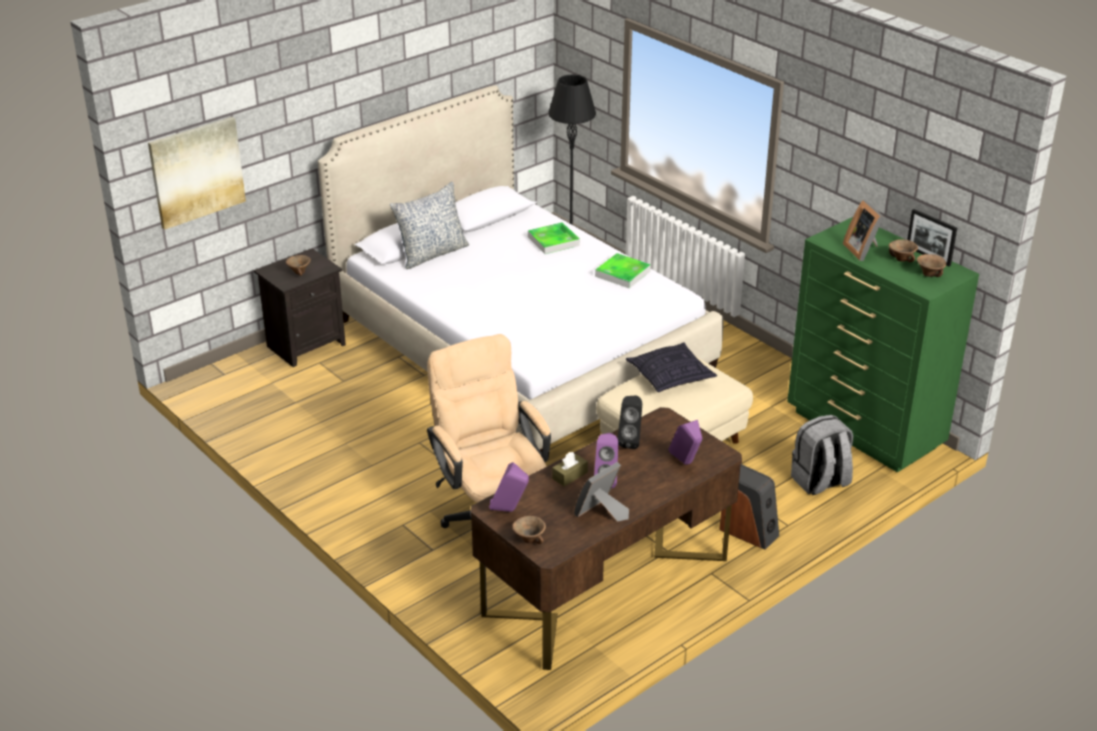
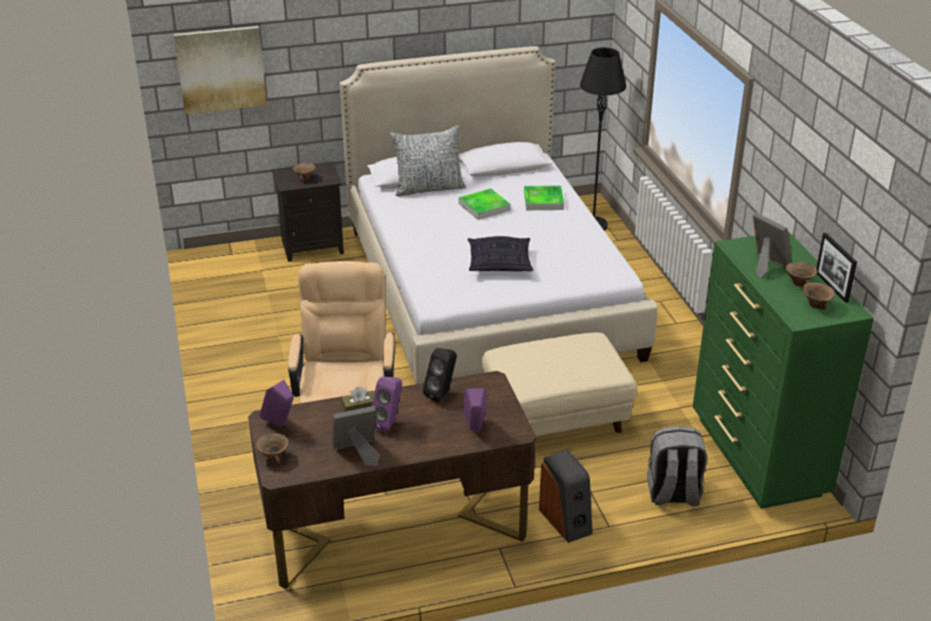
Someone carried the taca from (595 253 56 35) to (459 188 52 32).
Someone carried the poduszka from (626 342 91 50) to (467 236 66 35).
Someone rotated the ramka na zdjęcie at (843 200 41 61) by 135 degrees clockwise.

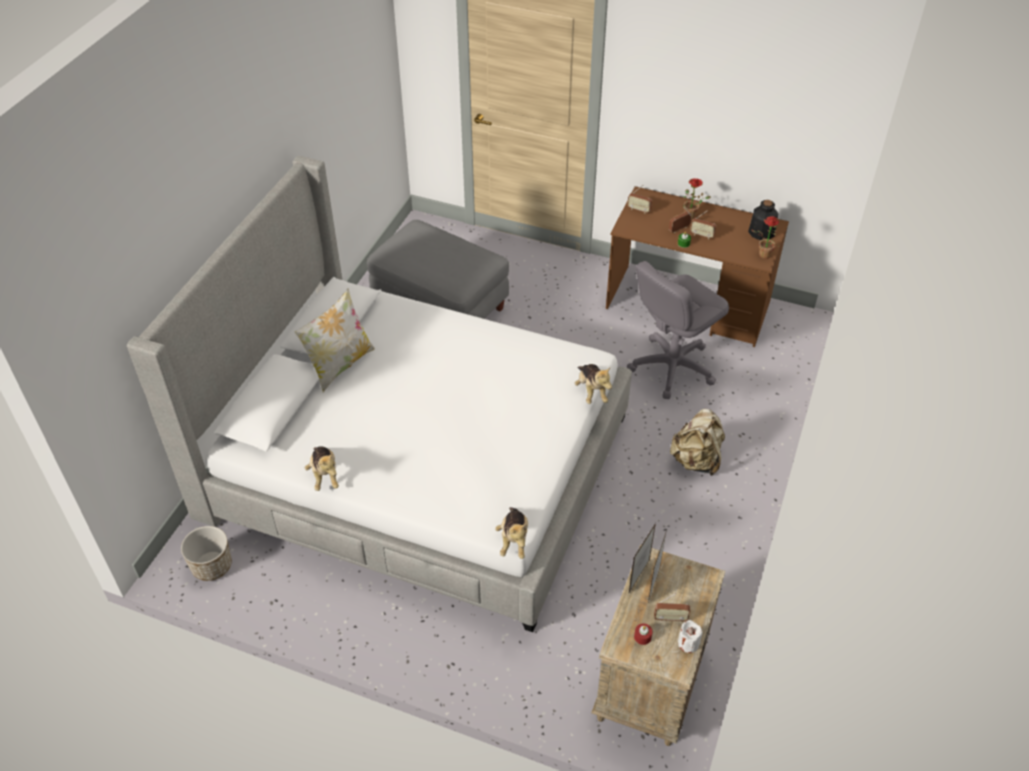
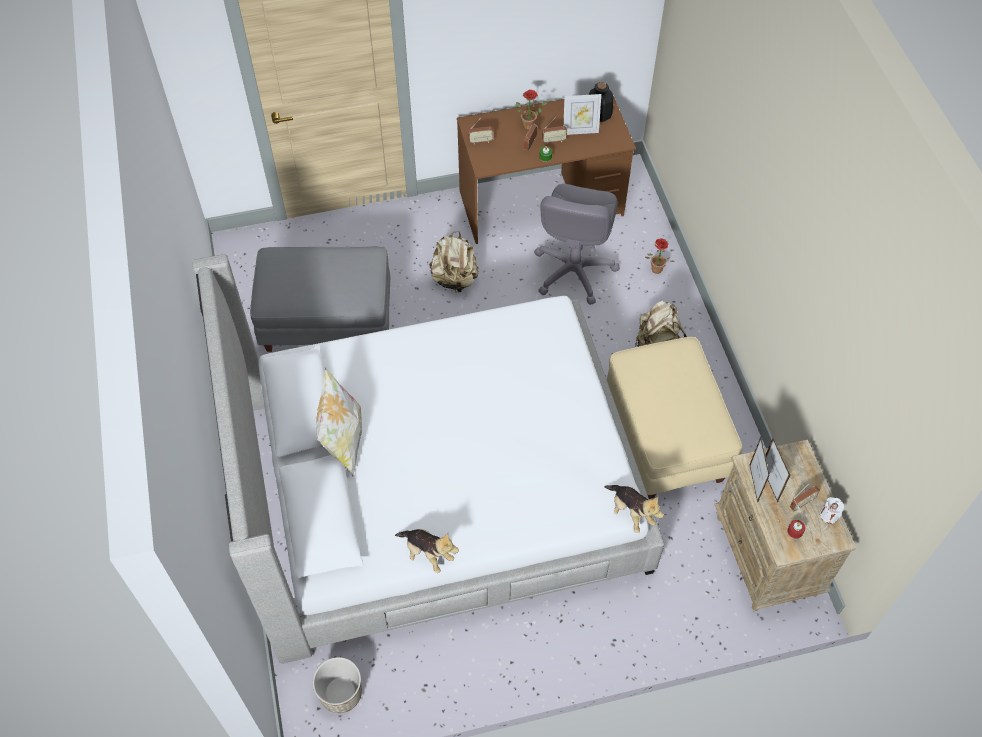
Someone took away the pluszak at (575 364 37 40).
Someone put down the plecak (beżowy) at (429 231 50 61).
Someone put down the ramka na zdjęcie at (563 94 38 41).
Someone put down the pufa (beżowy) at (607 337 136 162).
Someone carried the roślina doniczkowa from (752 216 27 43) to (645 238 30 36).

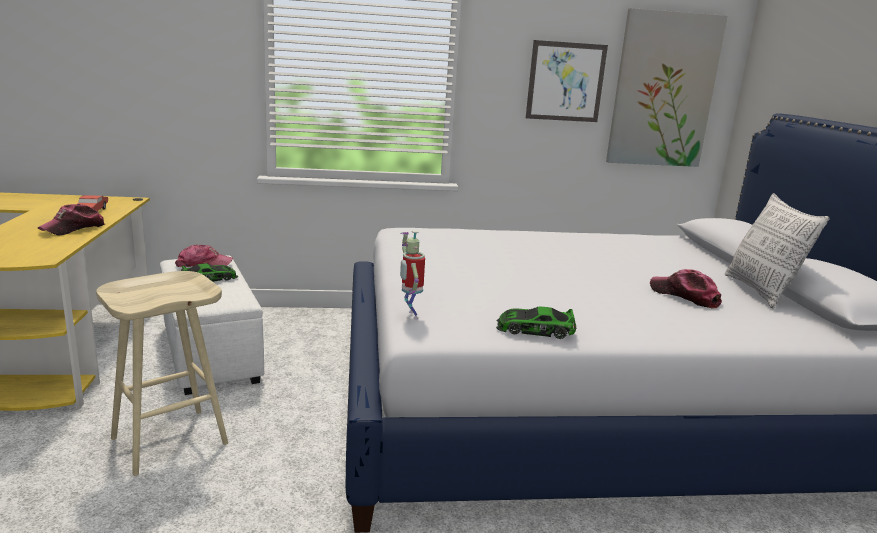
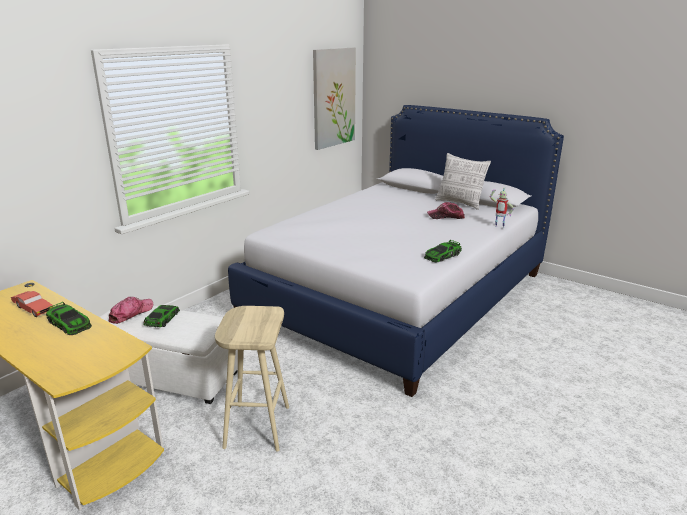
Someone took away the obraz at (526 40 82 82).
Someone carried the robot zabawkowy from (400 231 25 88) to (490 187 24 41).
Someone swapped the czapka z daszkiem at (38 204 67 31) for the samochodzik at (46 302 46 33).

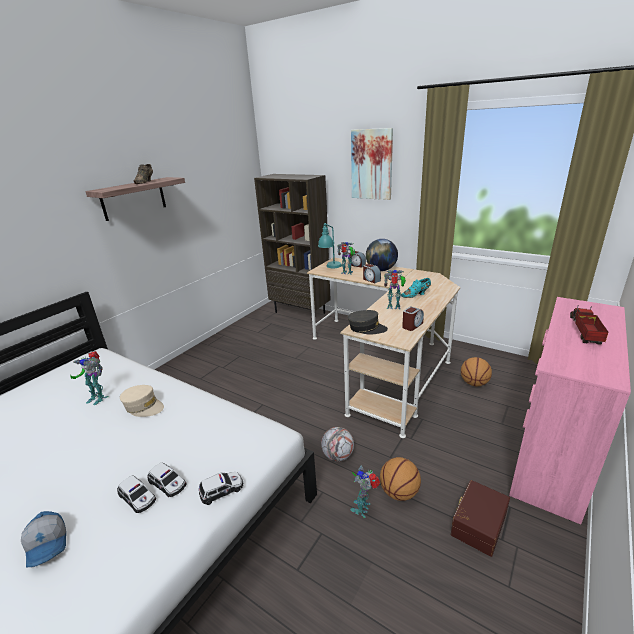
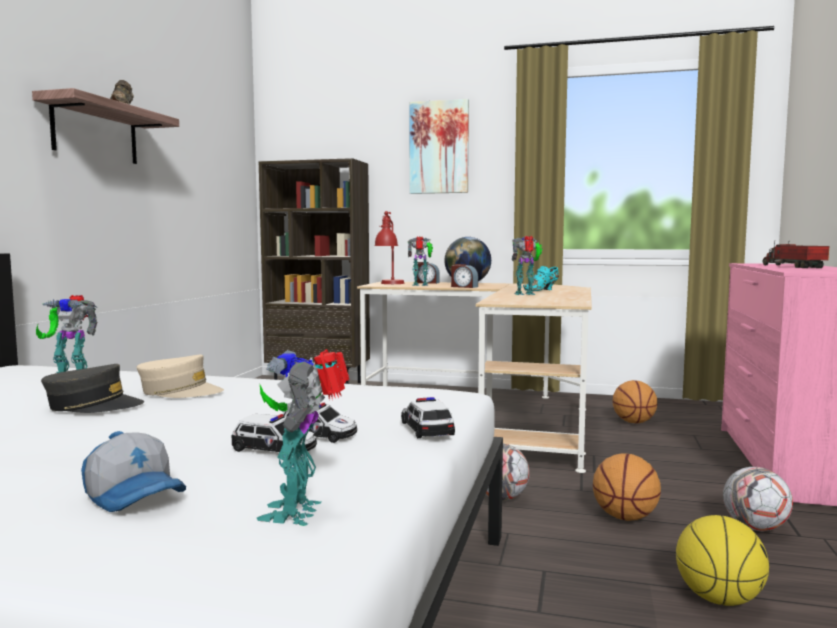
Someone took away the budzik at (402 307 22 24).
Someone put down the piłka do koszykówki at (676 515 93 91).
Someone carried the czapka z daszkiem (szary) from (348 310 40 25) to (41 364 103 49).
Someone carried the robot zabawkowy from (350 465 30 53) to (257 349 93 177).
Someone swapped the pojemnik do przechowywania (brązowy) at (451 480 59 77) for the piłka futbolowa at (723 467 70 64).
Someone repainted the lampa stołowa (turkusowy) at (318 223 24 45), which became the lampa stołowa (czerwony) at (374 211 31 73).
Someone rotated the samochodzik at (199 472 44 33) by 60 degrees counterclockwise.

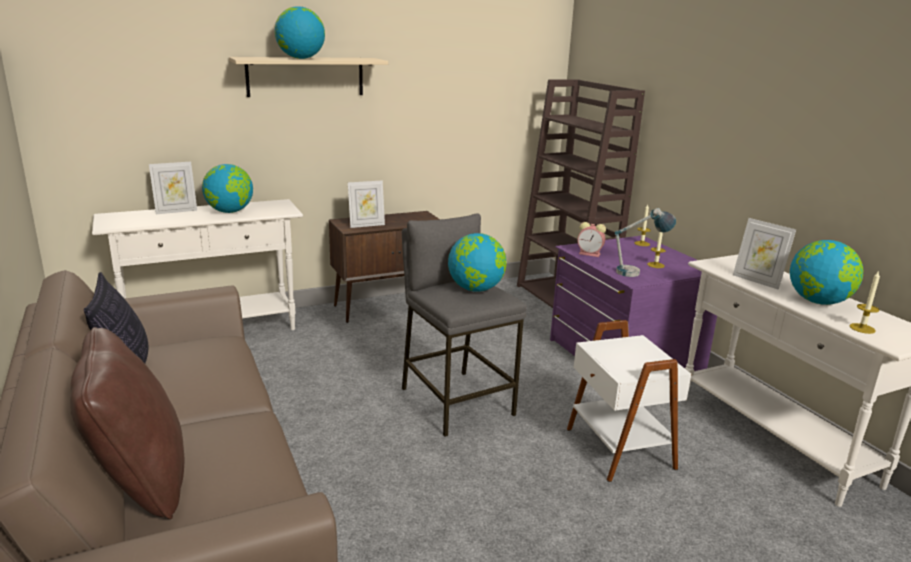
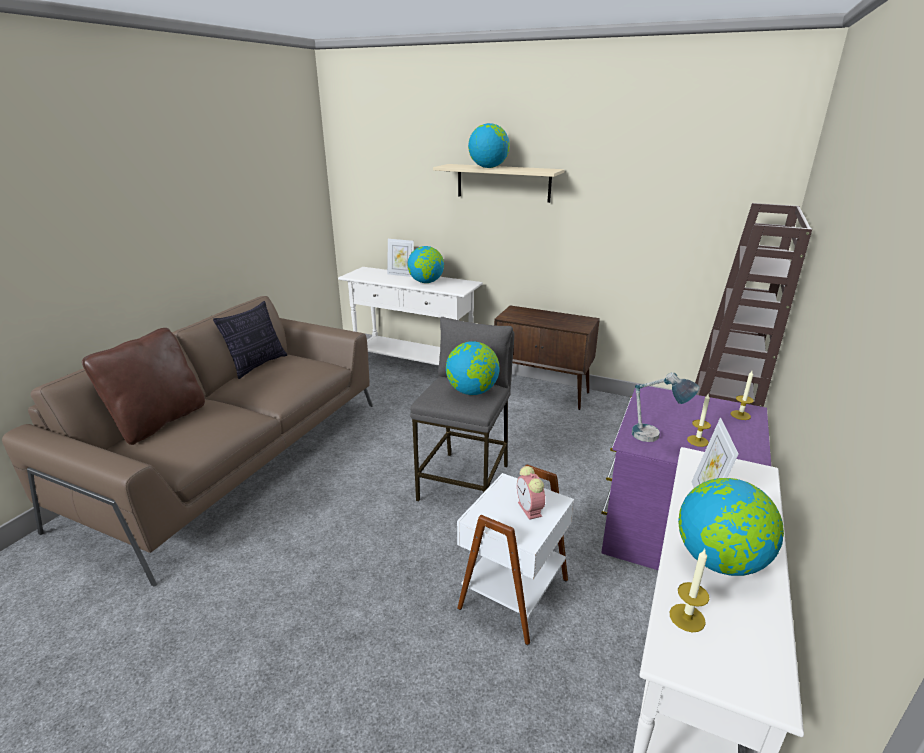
Someone took away the ramka na zdjęcie at (348 180 37 48).
Someone carried the budzik from (577 222 29 35) to (517 466 28 54).

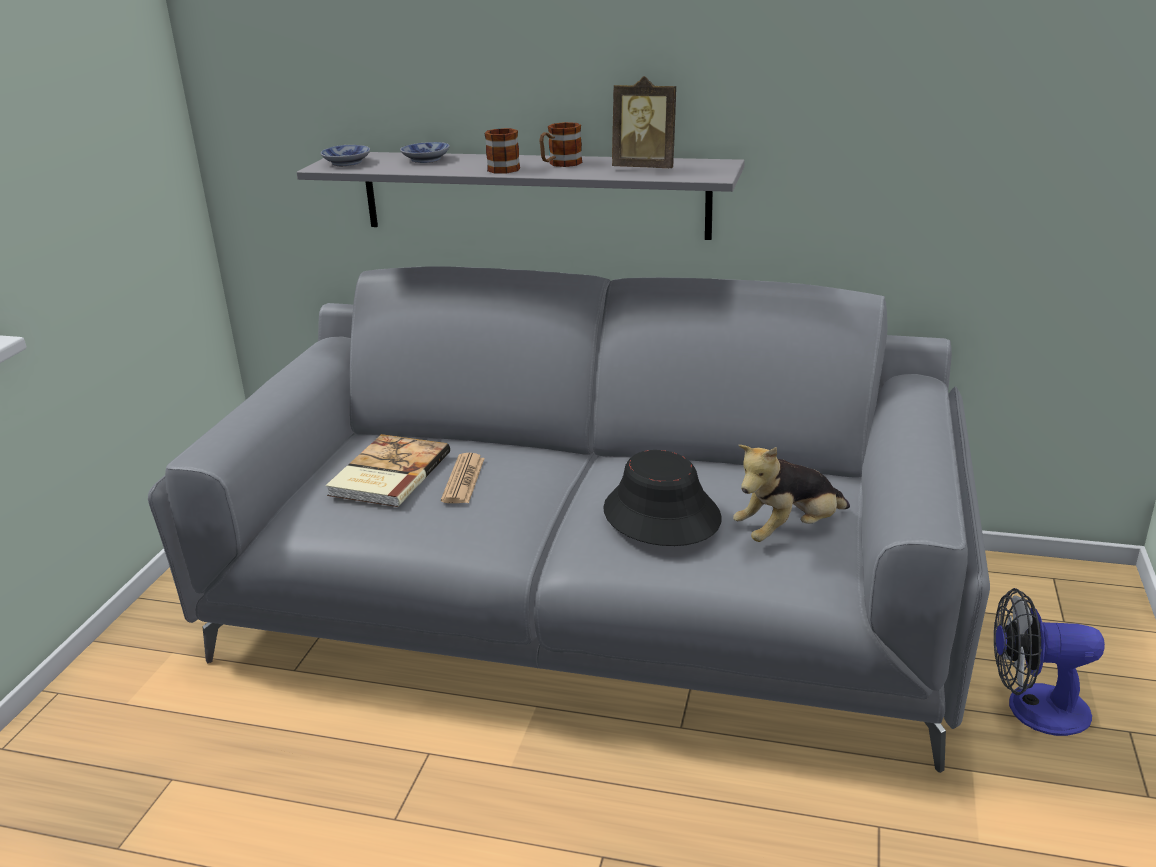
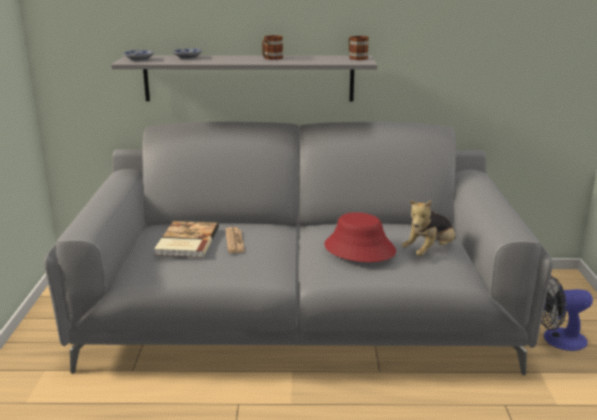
Someone took away the ramka na zdjęcie at (612 76 64 92).
Someone carried the kubek from (484 128 36 45) to (349 36 20 24).
Someone repainted the kapelusz (czarny) at (603 450 119 96), which became the kapelusz (czerwony) at (324 212 72 50).

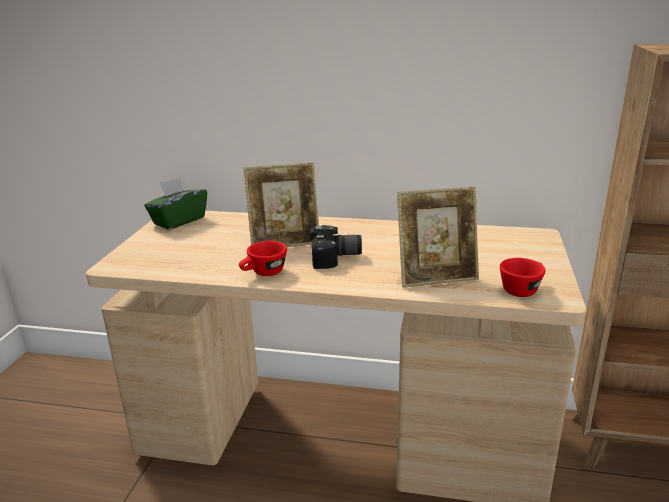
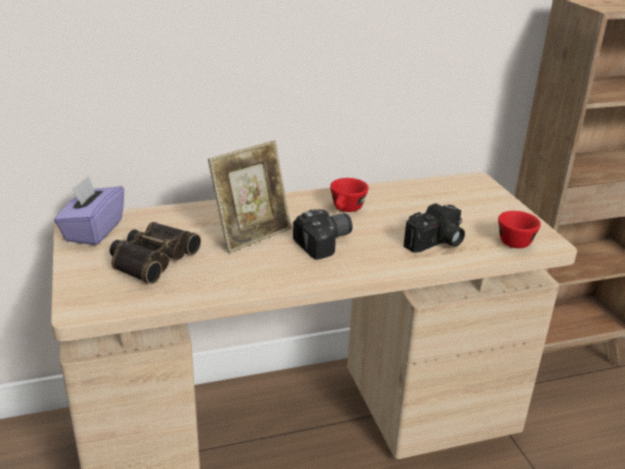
Someone put down the lornetka at (110 222 91 62).
Someone carried the filiżanka (czerwony) from (239 241 48 35) to (330 178 38 34).
Someone swapped the ramka na zdjęcie at (397 187 82 101) for the aparat fotograficzny at (404 203 61 50).
Someone repainted the pudełko chusteczek (zielony) at (144 177 63 53), which became the pudełko chusteczek (fioletowy) at (54 176 70 69).

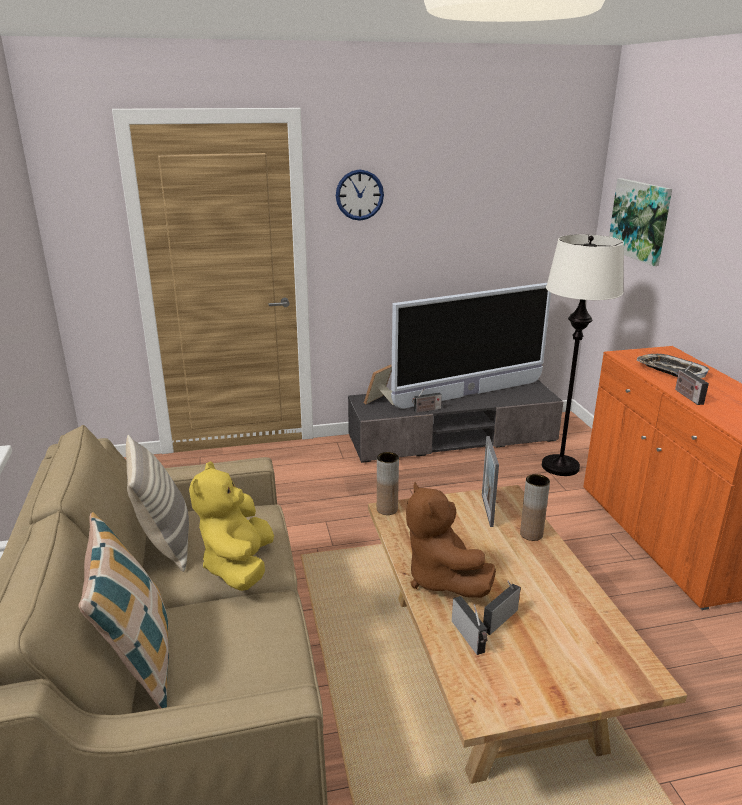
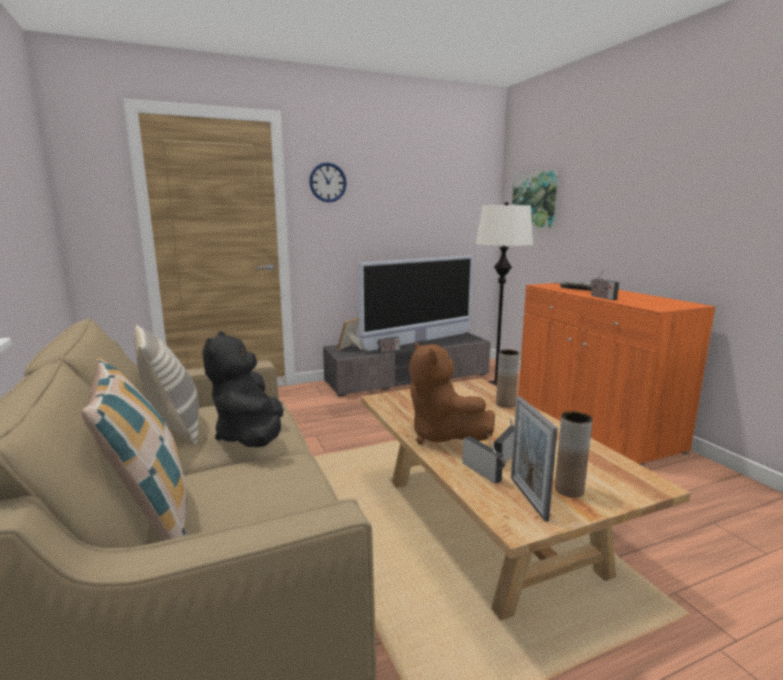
Someone carried the wazon (brązowy) from (377 452 22 63) to (555 411 38 86).
Someone carried the ramka na zdjęcie from (482 436 17 91) to (511 396 47 126).
Someone repainted the pluszak (żółty) at (189 461 85 130), which became the pluszak (czarny) at (202 331 82 116).

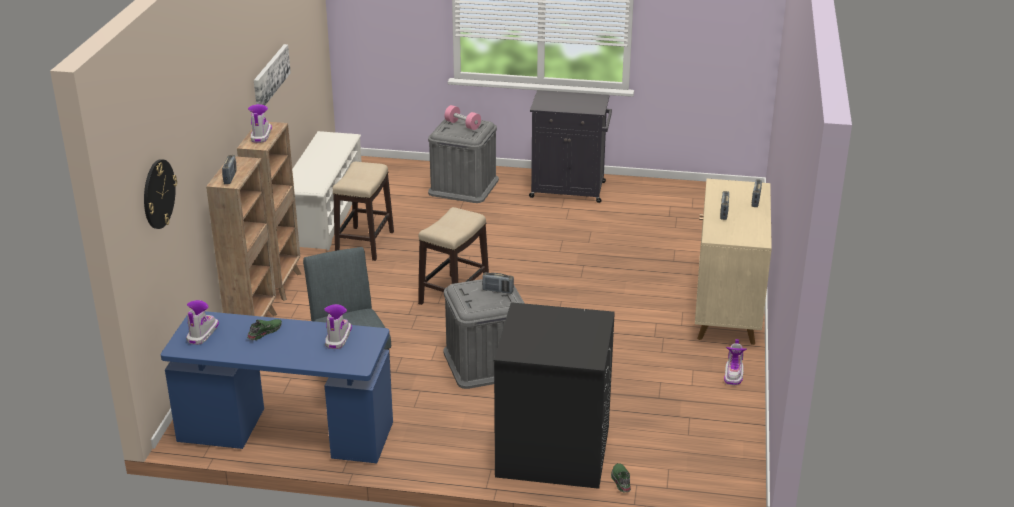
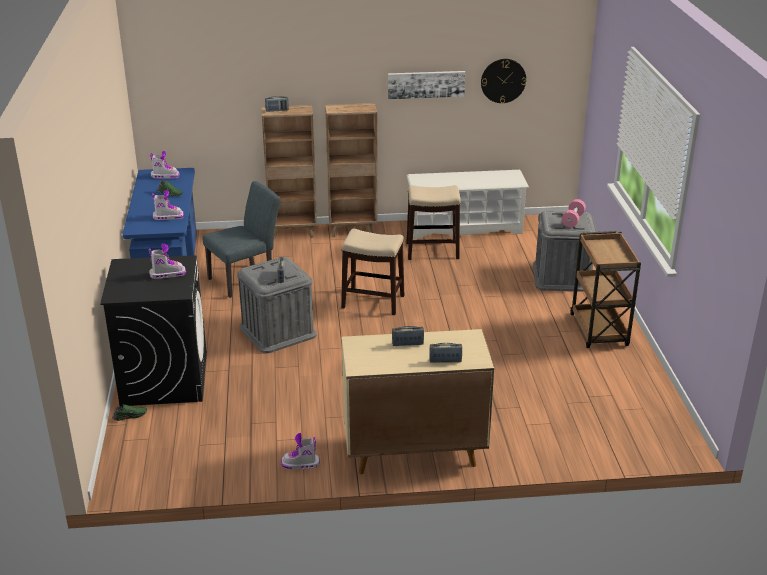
Someone carried the zegar ścienny from (144 159 33 70) to (481 59 45 44).
Someone carried the but z cholewką from (248 104 24 39) to (149 244 37 35).
Someone swapped the szafka (czarny) at (529 90 83 113) for the wózek (brązowy) at (570 231 71 117).

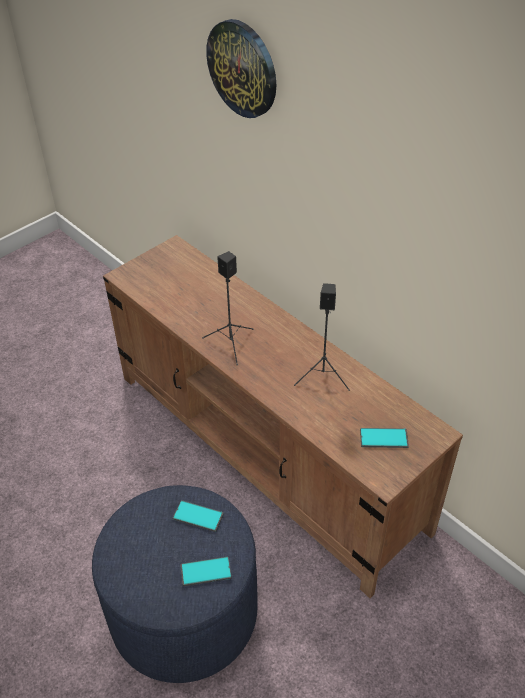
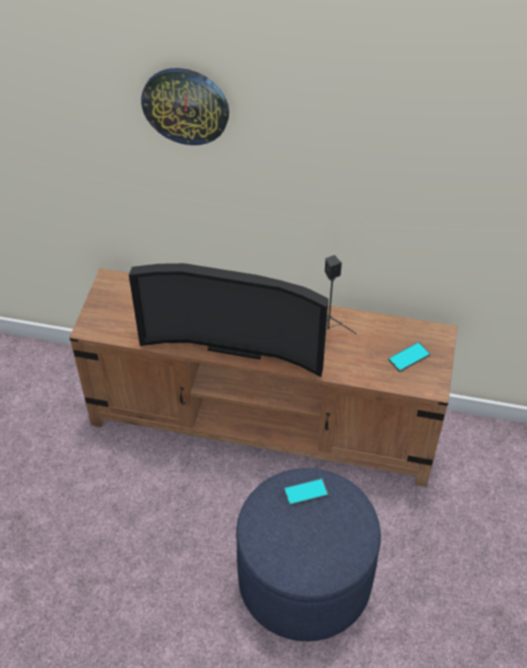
Someone took away the telefon at (180 557 52 29).
Someone swapped the głośnik (czarny) at (202 251 52 114) for the telewizor at (129 263 200 114).

